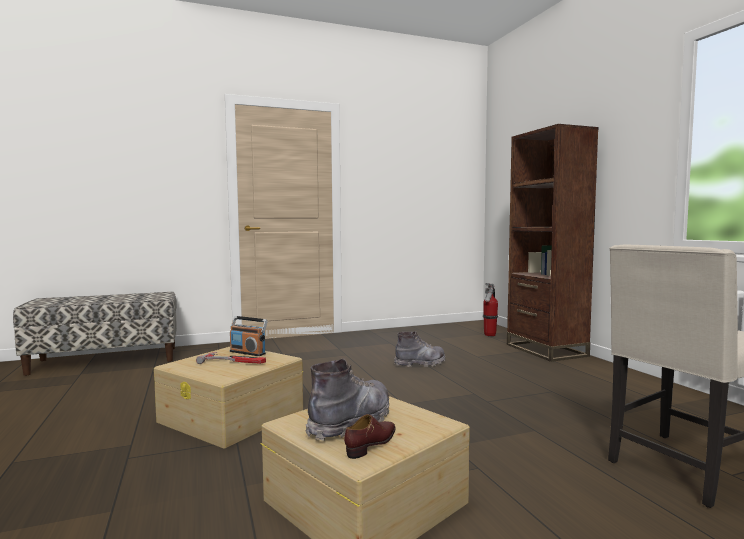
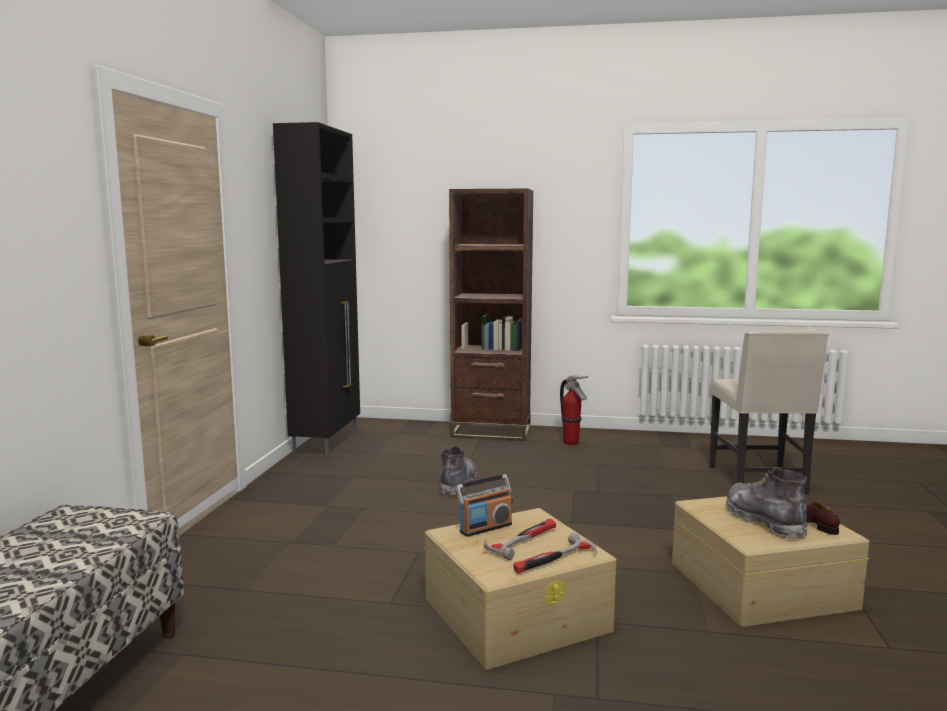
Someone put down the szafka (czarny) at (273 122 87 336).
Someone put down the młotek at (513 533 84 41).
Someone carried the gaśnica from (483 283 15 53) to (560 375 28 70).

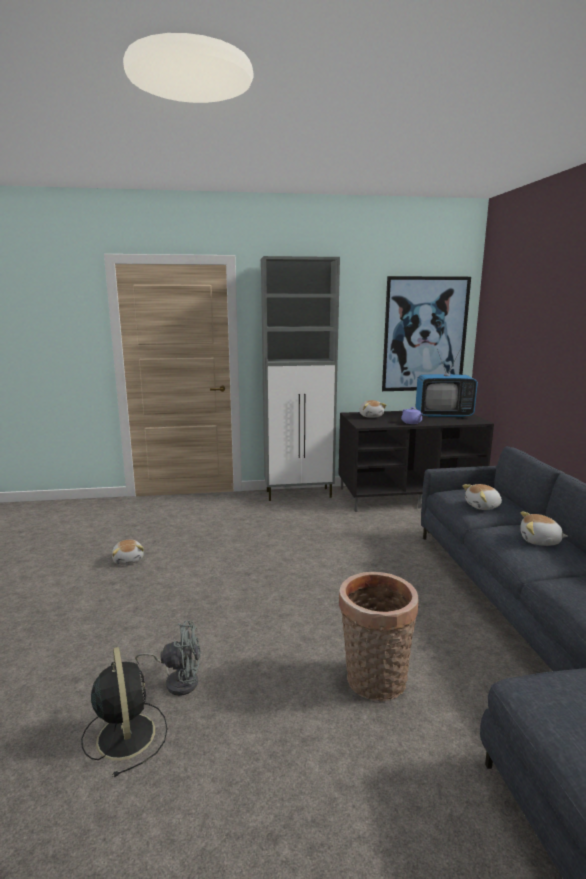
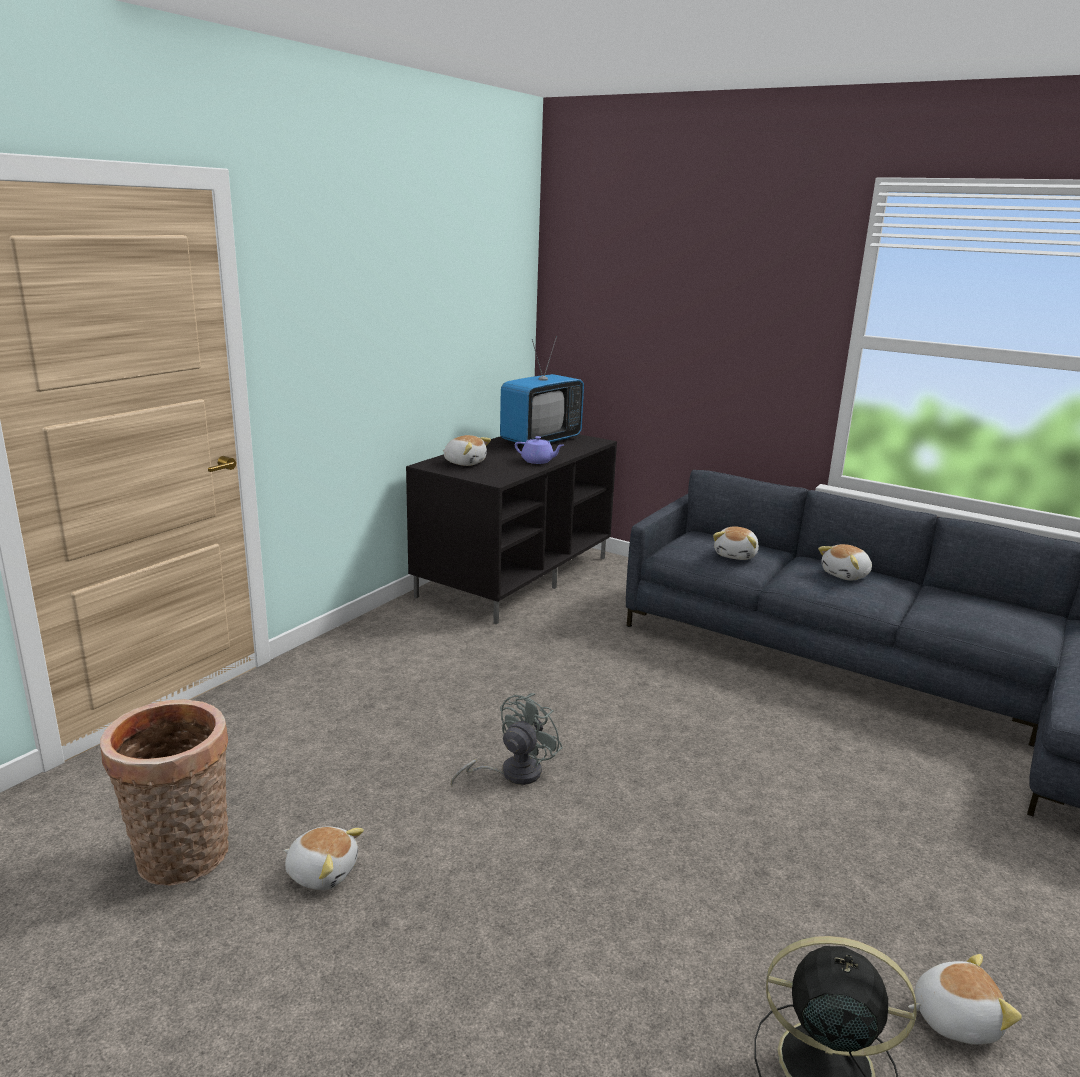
Someone took away the szafka (szary) at (261 256 79 245).
Someone took away the obraz at (382 276 89 115).
Someone put down the pluszak at (908 954 114 90).
Someone carried the wentylator (szary) from (135 621 66 75) to (451 693 112 93).
Someone carried the koszyk from (339 572 79 130) to (100 699 129 186).

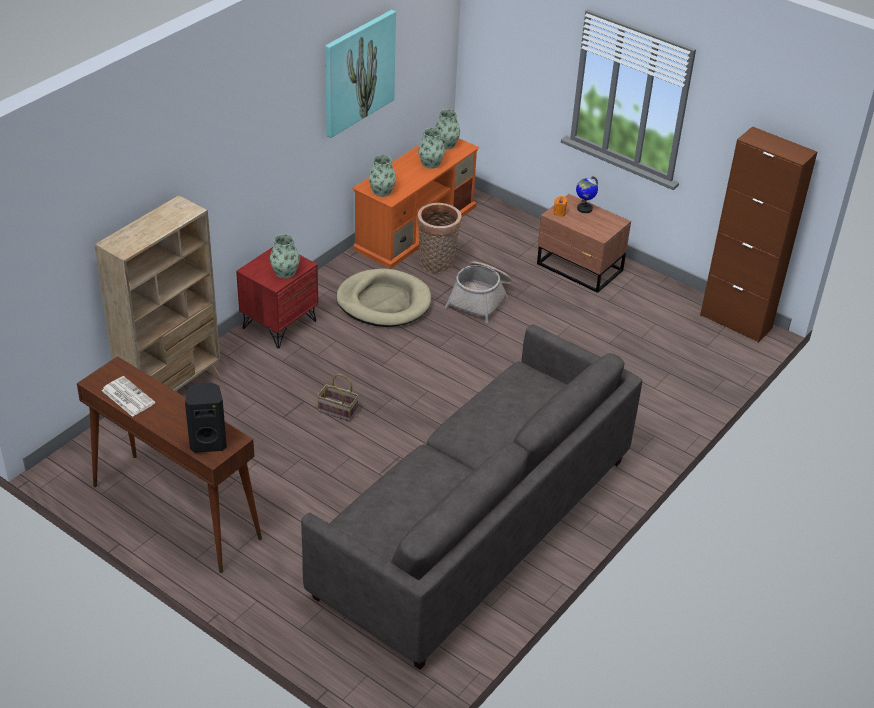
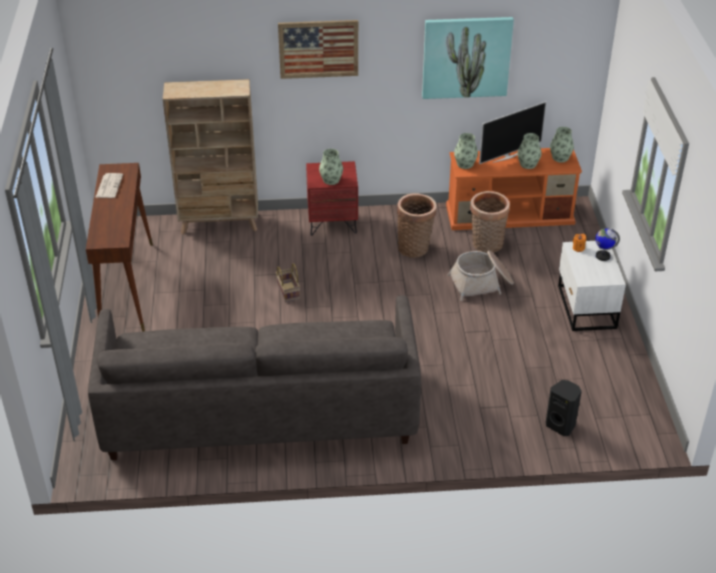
Someone took away the szafka (brązowy) at (700 126 117 217).
Someone put up the obraz at (278 20 80 59).
Someone put down the telewizor at (479 101 67 63).
Someone carried the głośnik (czarny) from (185 383 42 70) to (545 380 37 56).
Someone swapped the legowisko (beżowy) at (336 269 95 58) for the koszyk at (397 193 40 65).
Someone repainted the szafka nocna (brązowy) at (537 194 94 99), which became the szafka nocna (biały) at (558 241 68 90).

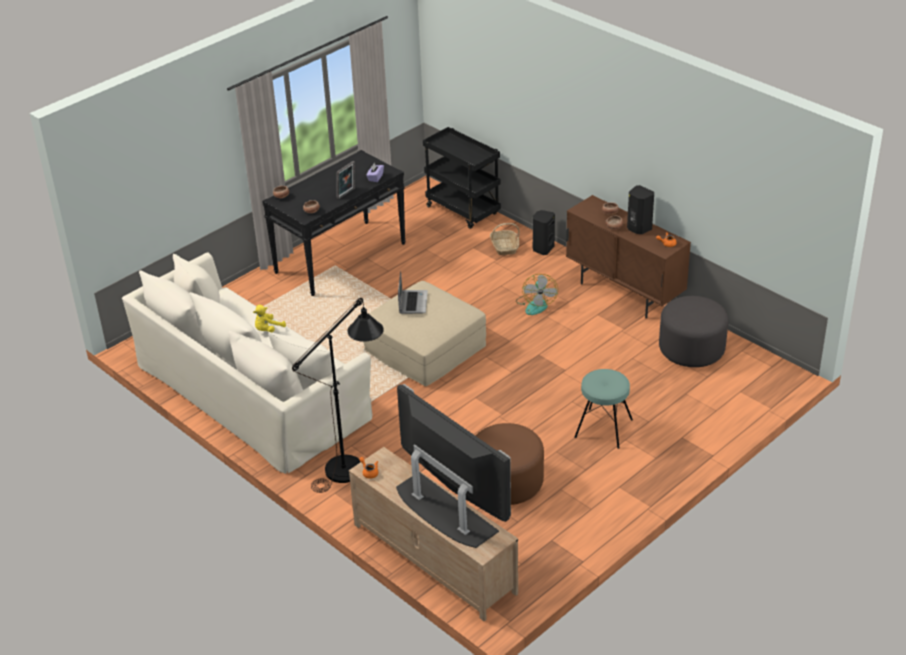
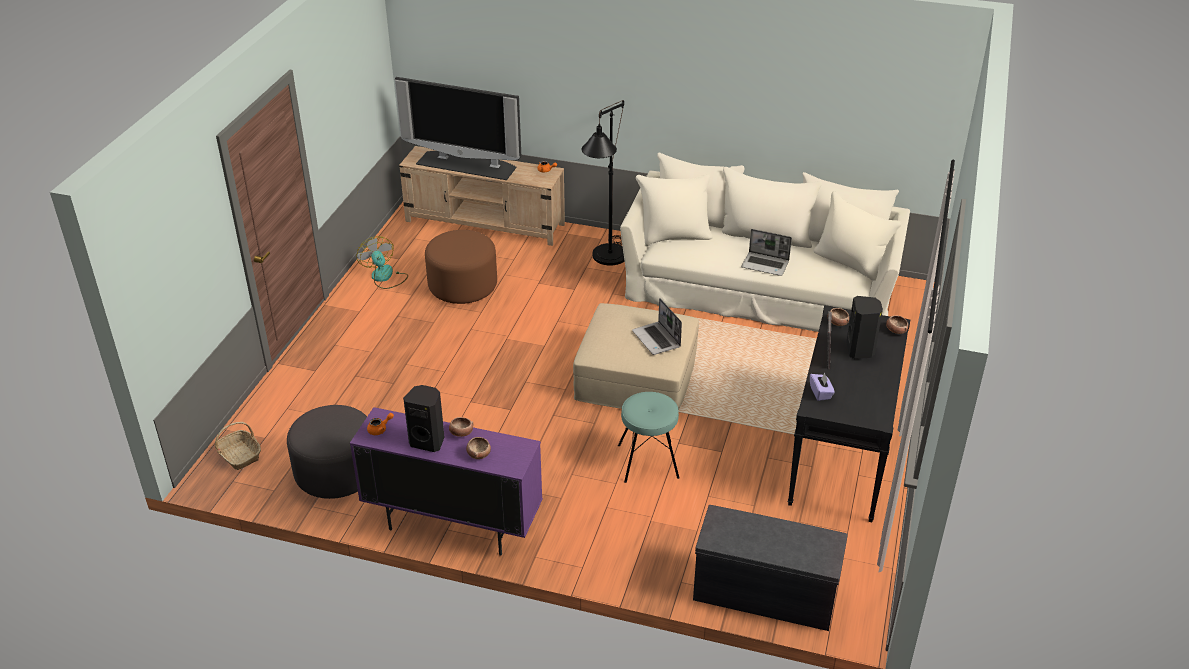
Someone carried the koszyk from (490 223 30 32) to (215 422 46 48).
Someone carried the wentylator from (516 274 42 41) to (356 236 52 53).
Someone carried the głośnik (czarny) from (533 210 22 45) to (846 296 37 63).
Someone carried the stołek (turkusowy) from (574 369 59 80) to (618 392 62 91).
Someone swapped the pluszak (żółty) at (253 305 33 27) for the laptop at (741 229 51 47).
Someone swapped the wózek (czarny) at (423 127 78 102) for the ławka (szary) at (693 505 155 126).
Someone repainted the szafka (brązowy) at (566 195 125 124), which became the szafka (fioletowy) at (350 407 193 149).

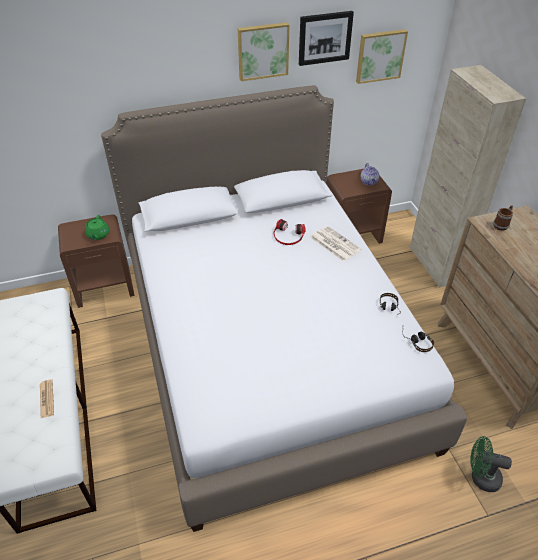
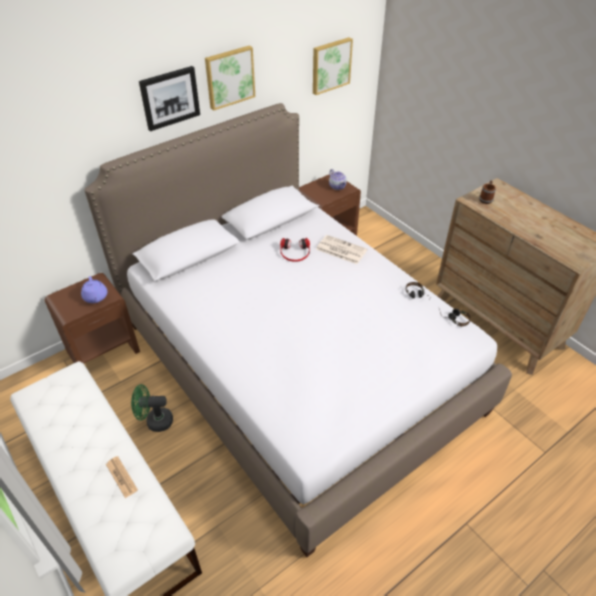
Someone took away the szafka (beżowy) at (410 65 116 223).
Someone carried the obraz from (299 11 55 55) to (139 66 61 65).
Someone carried the wentylator (zielony) from (470 436 42 56) to (131 384 42 48).
Someone repainted the imbryk (zielony) at (85 215 24 25), which became the imbryk (fioletowy) at (81 276 26 27).

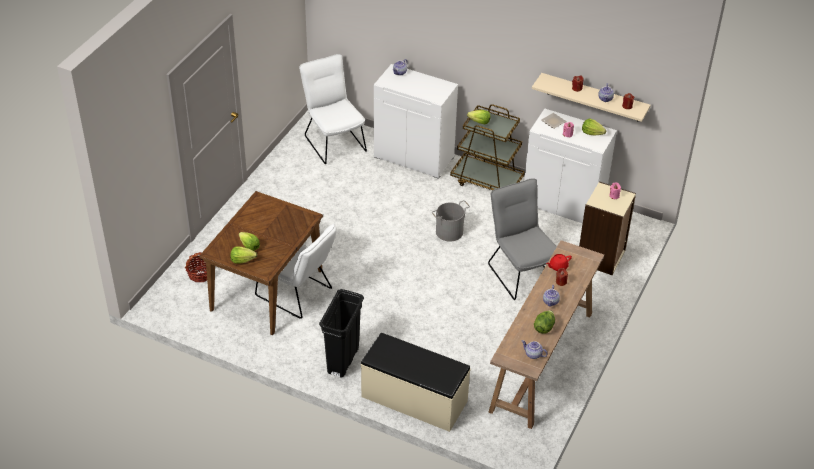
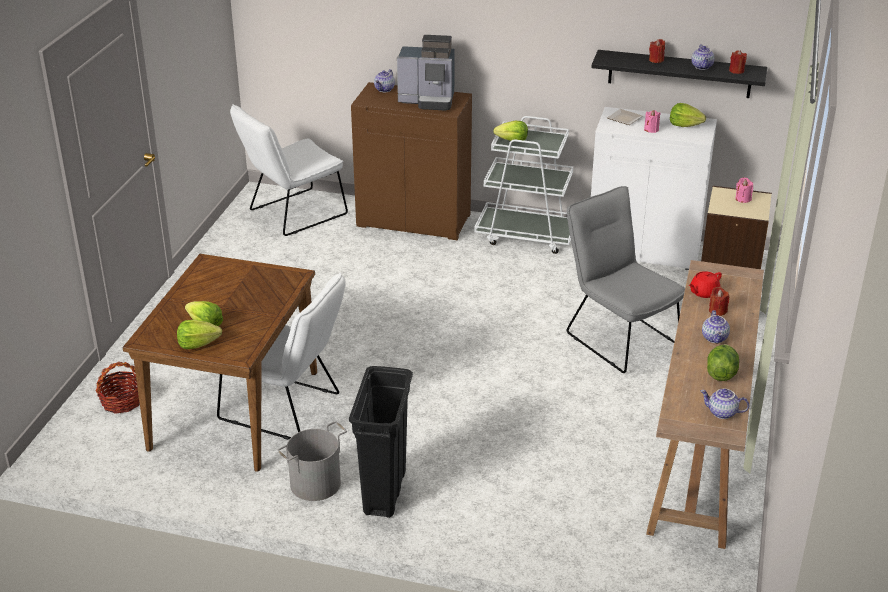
Someone took away the ławka (beżowy) at (361 333 110 99).
Someone put down the ekspres do kawy at (397 35 58 76).
Someone carried the wiadro (szary) from (432 200 38 42) to (277 421 70 80).
Someone repainted the szafka (biały) at (374 64 84 115), which became the szafka (brązowy) at (351 82 121 158).
Someone repainted the wózek (brązowy) at (450 104 75 86), which became the wózek (biały) at (474 116 99 138).
Someone repainted the półka (beżowy) at (532 73 119 49), which became the półka (czarny) at (591 50 177 48).
Someone rotated the krzesło (biały) at (299 54 68 110) by 90 degrees counterclockwise.

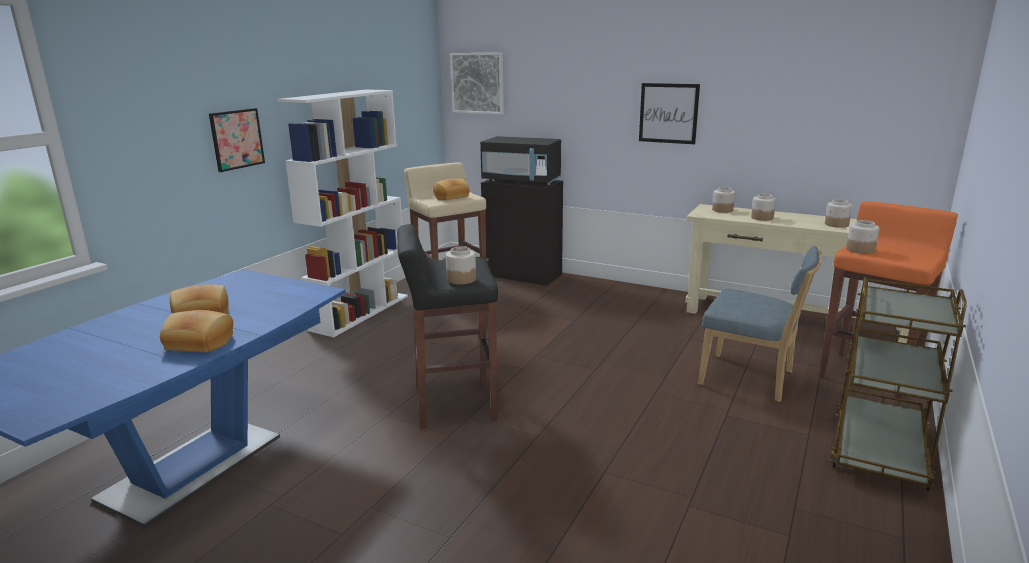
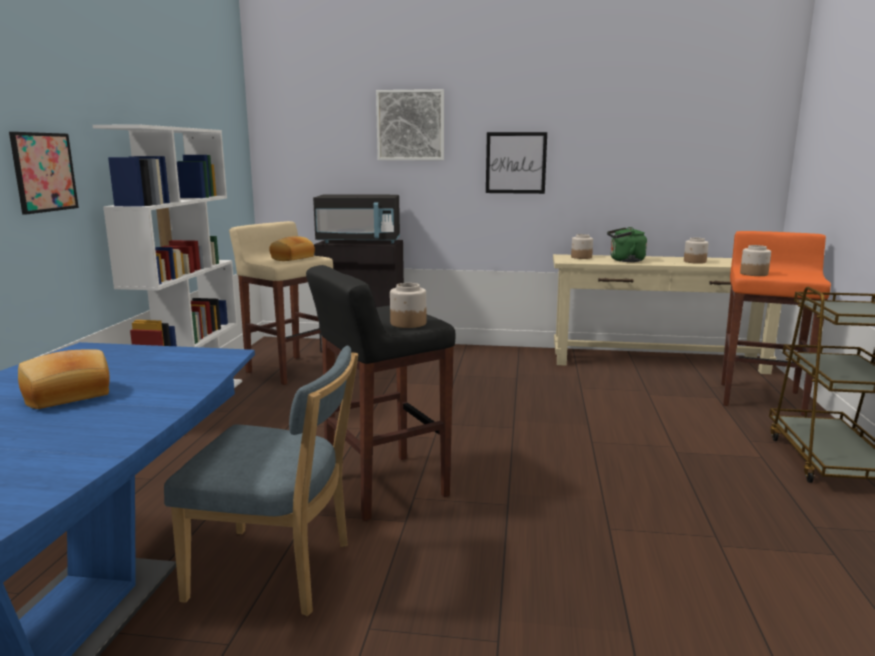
Someone took away the chleb at (160 310 73 42).
Someone carried the obraz from (450 53 54 62) to (376 89 68 71).
Someone carried the krzesło (niebieski) from (698 246 124 156) to (164 346 194 270).
Someone swapped the słoik at (751 194 25 27) for the czajnik (zielony) at (607 227 40 35).

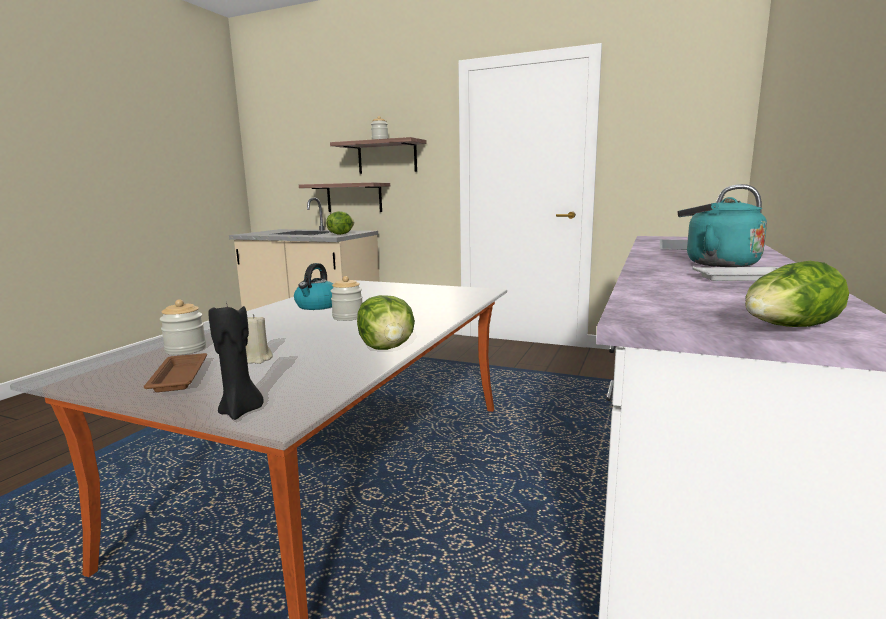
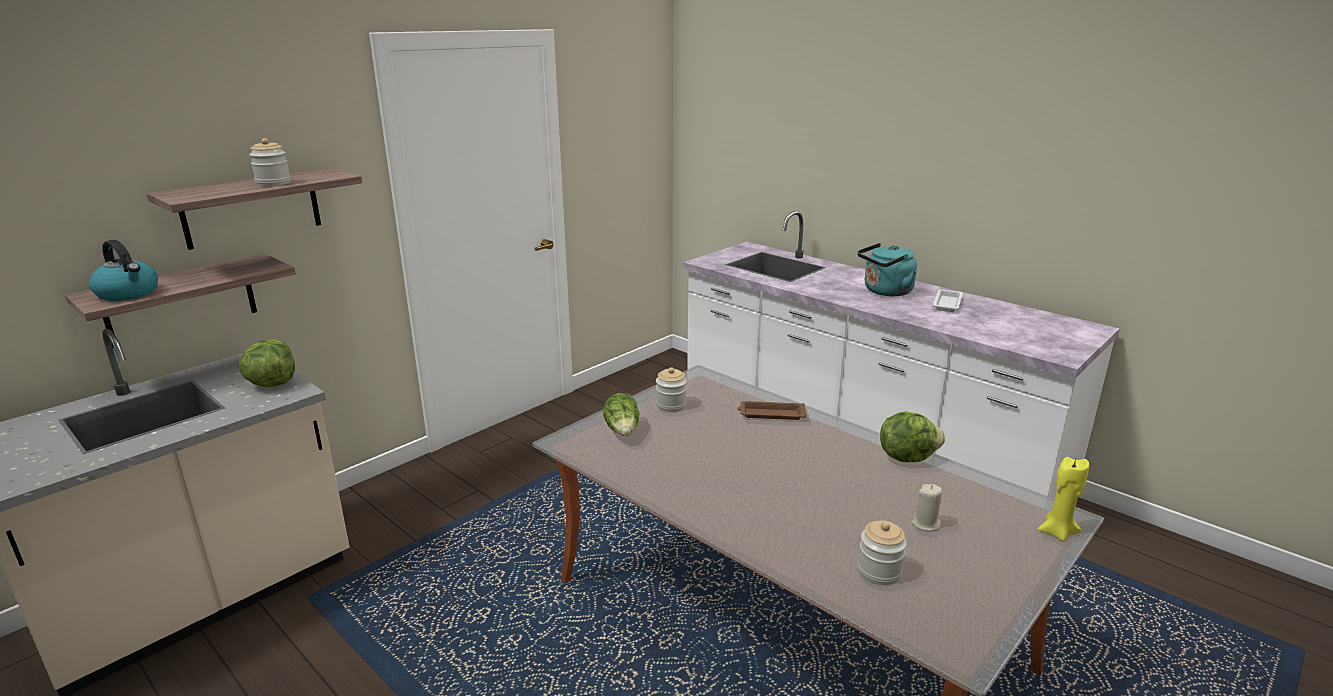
Someone carried the taca (brązowy) from (143 353 64 39) to (737 401 70 19).
Someone carried the czajnik from (294 263 39 47) to (89 240 69 61).
Someone carried the słoik from (331 276 31 45) to (656 367 31 45).
Someone carried the sałata from (745 261 104 66) to (603 393 37 43).
Someone repainted the świeca (czarny) at (208 301 56 119), which became the świeca (żółty) at (1038 457 51 84).

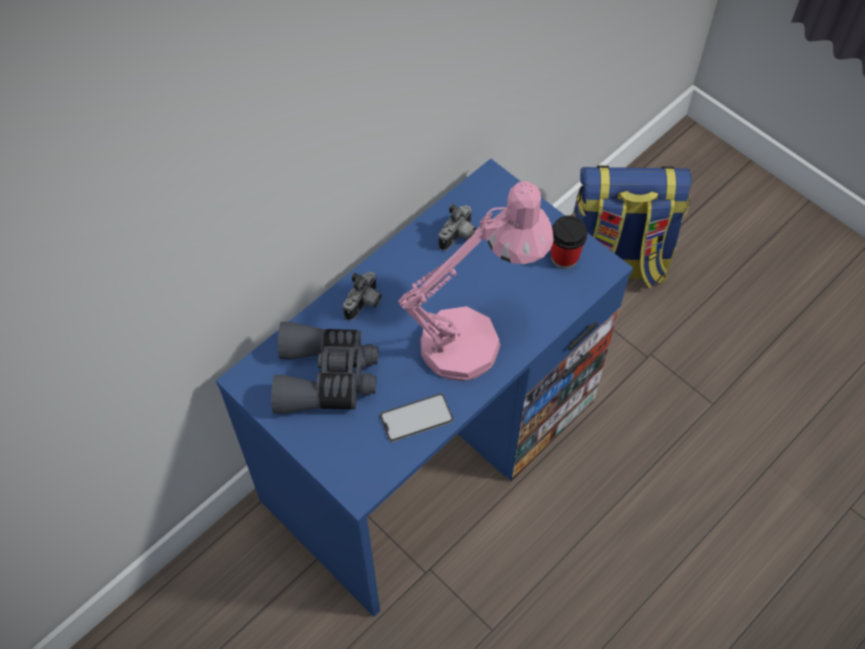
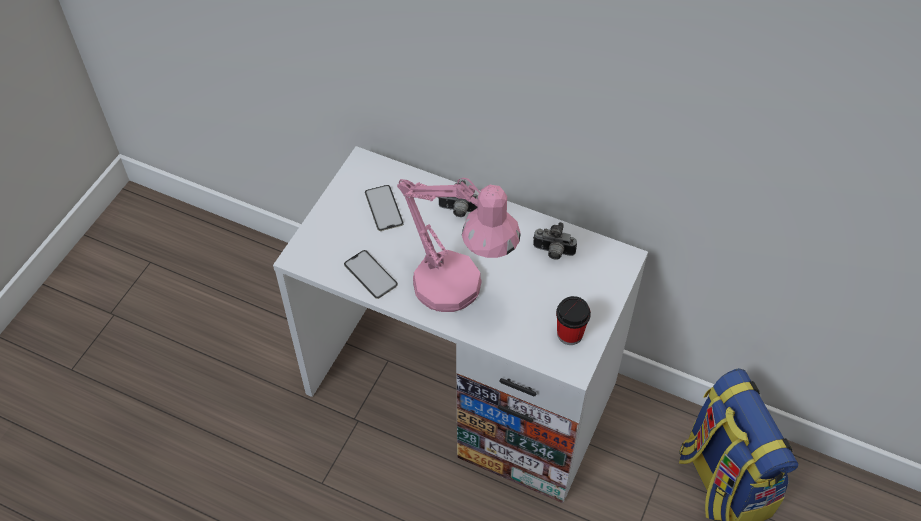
Someone swapped the lornetka (szary) at (271 322 107 92) for the telefon at (365 185 39 46).
Someone repainted the biurko (niebieski) at (216 159 417 458), which became the biurko (biały) at (273 146 375 357).

